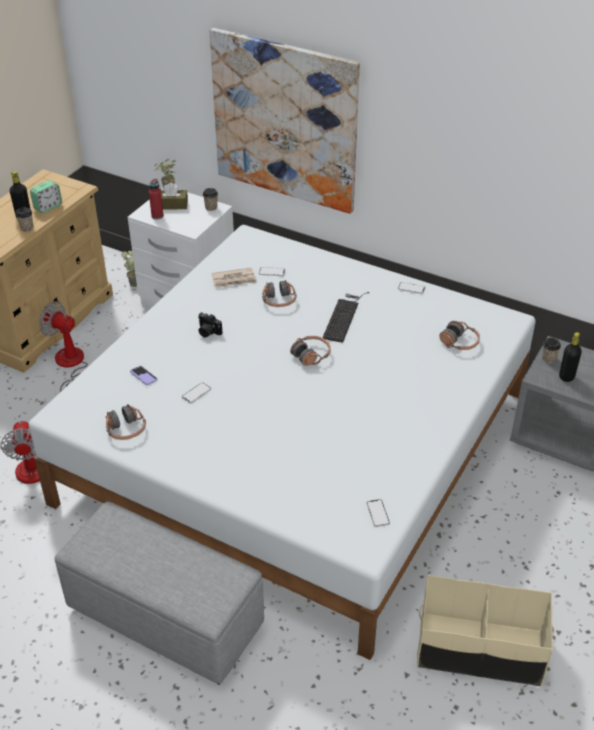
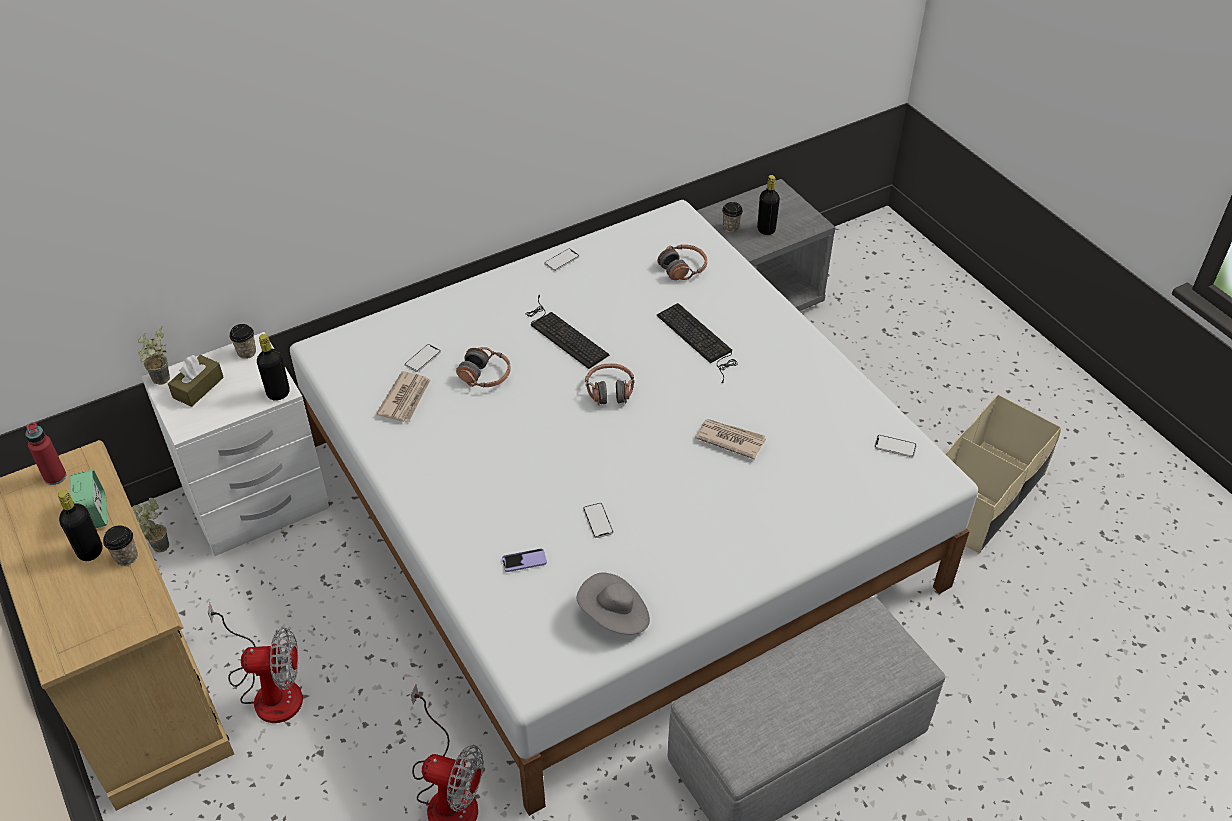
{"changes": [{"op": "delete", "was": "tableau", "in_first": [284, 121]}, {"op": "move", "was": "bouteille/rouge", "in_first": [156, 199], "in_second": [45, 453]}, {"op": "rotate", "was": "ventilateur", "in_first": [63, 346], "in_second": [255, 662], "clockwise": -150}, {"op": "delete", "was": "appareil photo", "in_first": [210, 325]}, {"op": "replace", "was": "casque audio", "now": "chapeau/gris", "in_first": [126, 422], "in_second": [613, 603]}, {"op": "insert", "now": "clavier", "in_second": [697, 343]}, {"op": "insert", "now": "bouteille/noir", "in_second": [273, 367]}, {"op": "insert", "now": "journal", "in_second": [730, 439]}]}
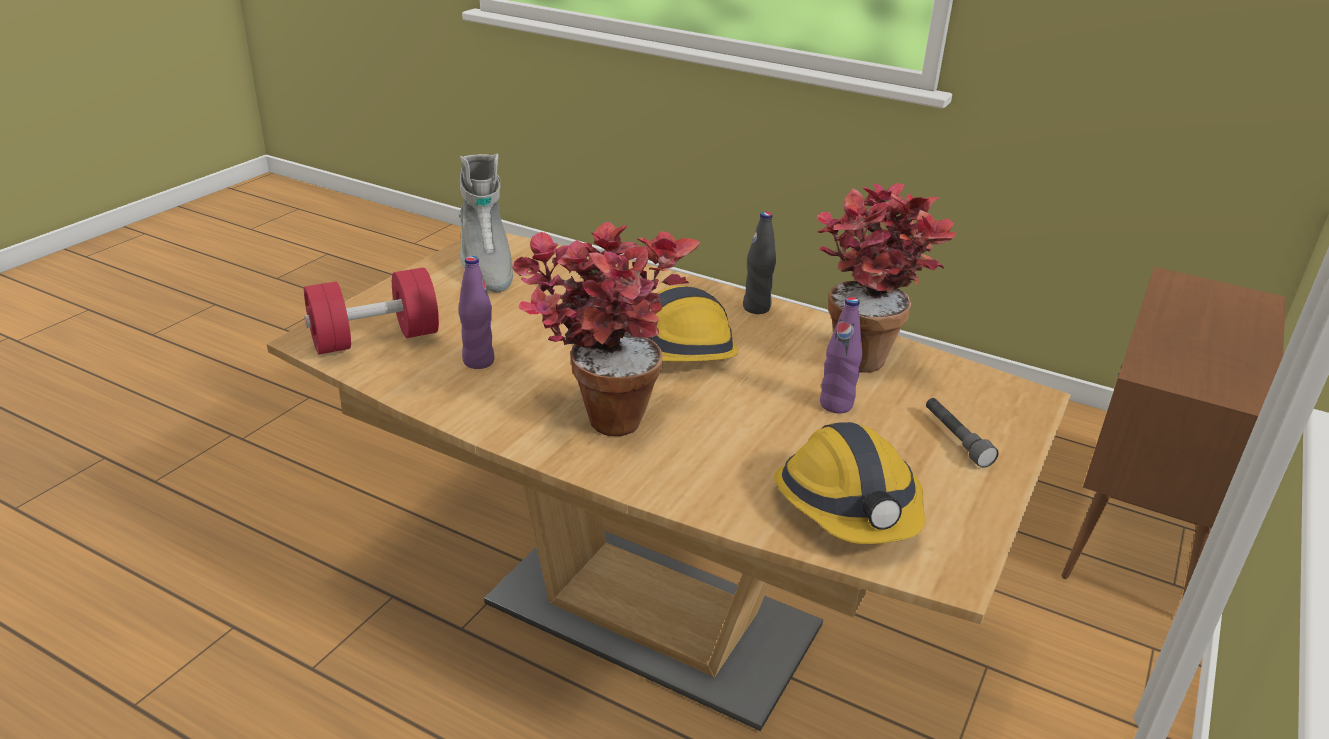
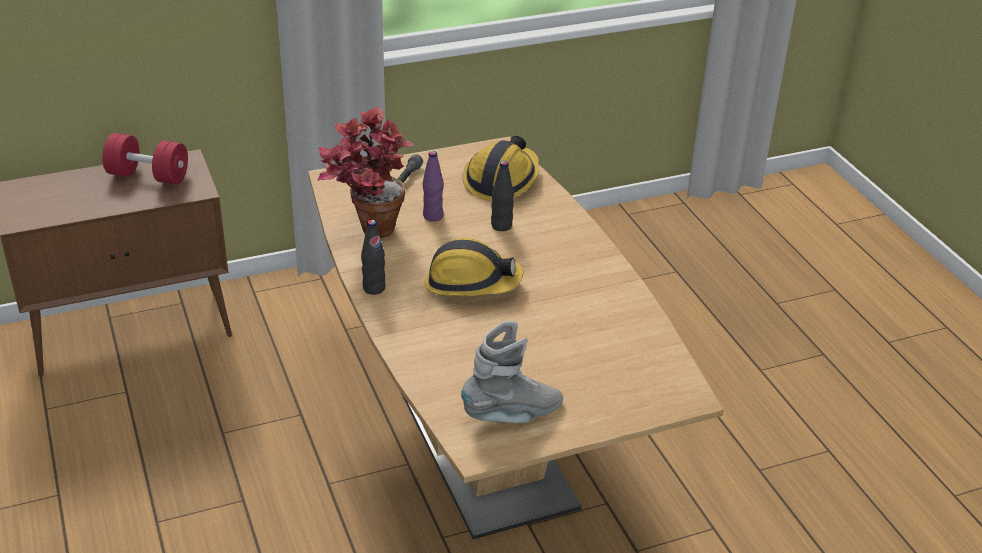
{"changes": [{"op": "rotate", "was": "botte/gris", "in_first": [486, 222], "in_second": [512, 372], "clockwise": 45}, {"op": "delete", "was": "plante en pot", "in_first": [606, 329]}, {"op": "delete", "was": "bouteille/violet", "in_first": [477, 312]}, {"op": "move", "was": "haltère/rouge", "in_first": [371, 311], "in_second": [145, 159]}, {"op": "insert", "now": "bouteille/noir", "in_second": [502, 196]}]}
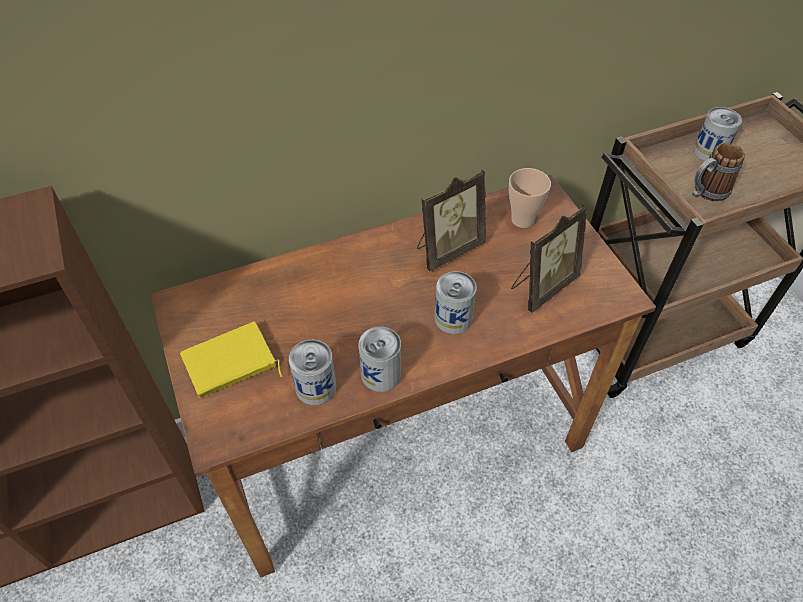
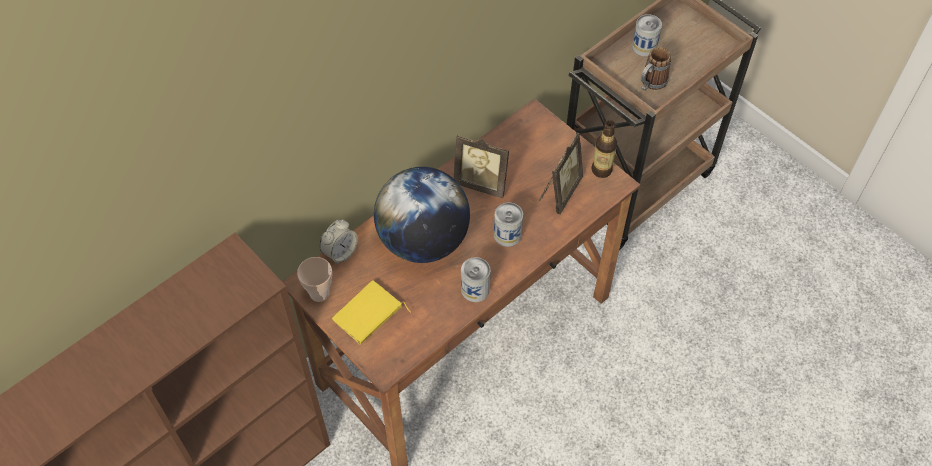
{"changes": [{"op": "move", "was": "tasse", "in_first": [530, 198], "in_second": [314, 279]}, {"op": "rotate", "was": "cadre photo", "in_first": [451, 220], "in_second": [481, 166], "clockwise": 75}, {"op": "delete", "was": "boîte métallique", "in_first": [312, 372]}, {"op": "insert", "now": "bouteille", "in_second": [604, 149]}, {"op": "insert", "now": "globe", "in_second": [422, 215]}, {"op": "insert", "now": "réveil", "in_second": [339, 242]}]}
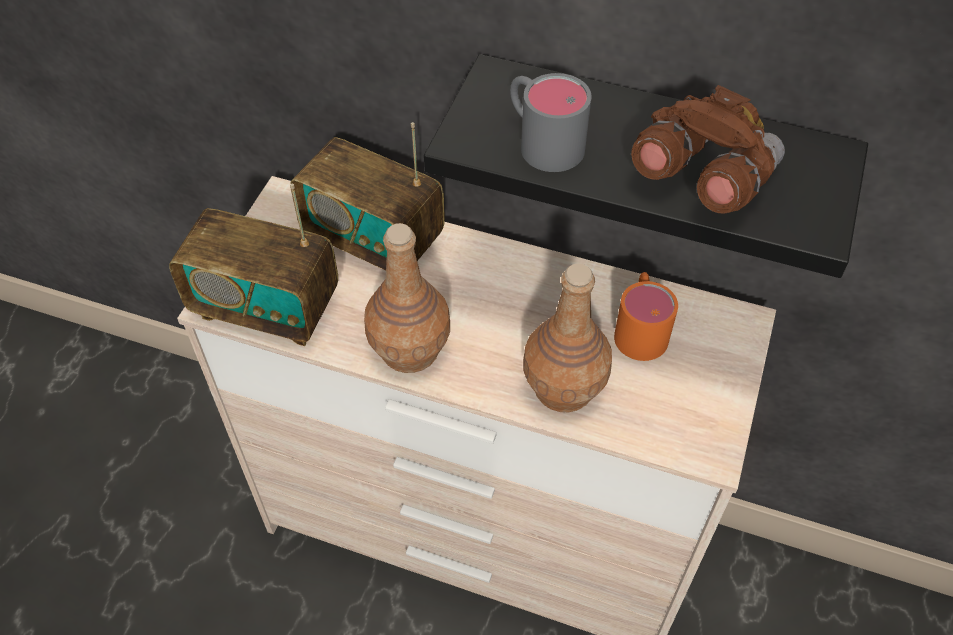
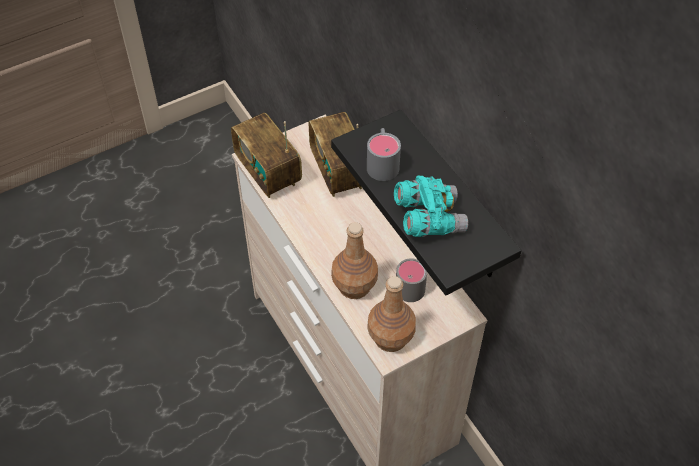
{"changes": [{"op": "recolor", "was": "jumelles/marron", "now": "jumelles/turquoise", "in_first": [708, 149], "in_second": [431, 206]}, {"op": "move", "was": "bouteille/marron", "in_first": [407, 298], "in_second": [391, 314]}, {"op": "recolor", "was": "mug/orange", "now": "mug/gris", "in_first": [646, 316], "in_second": [411, 280]}]}
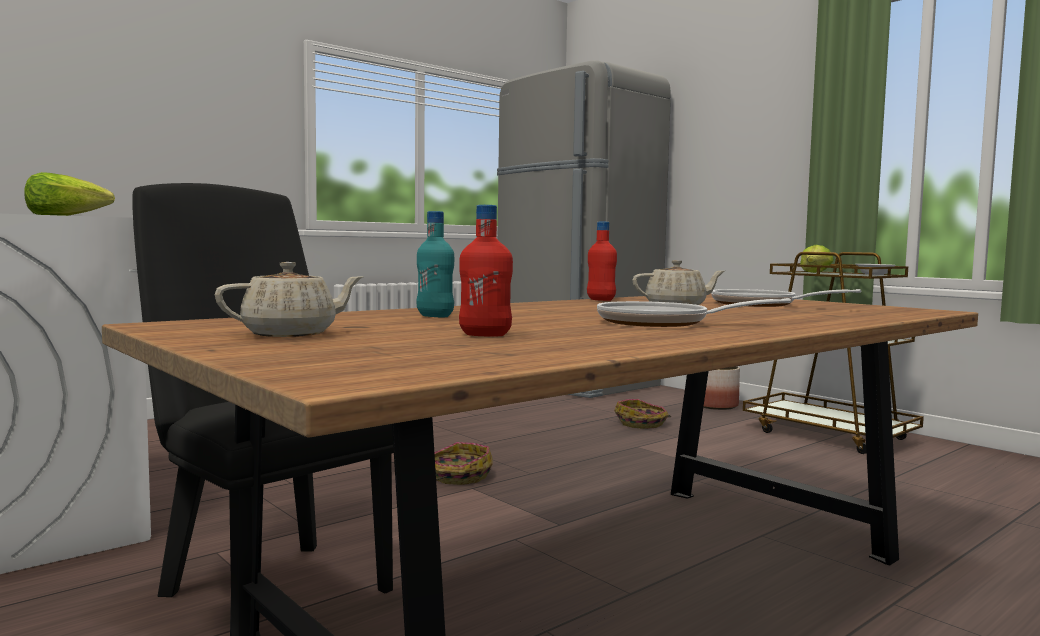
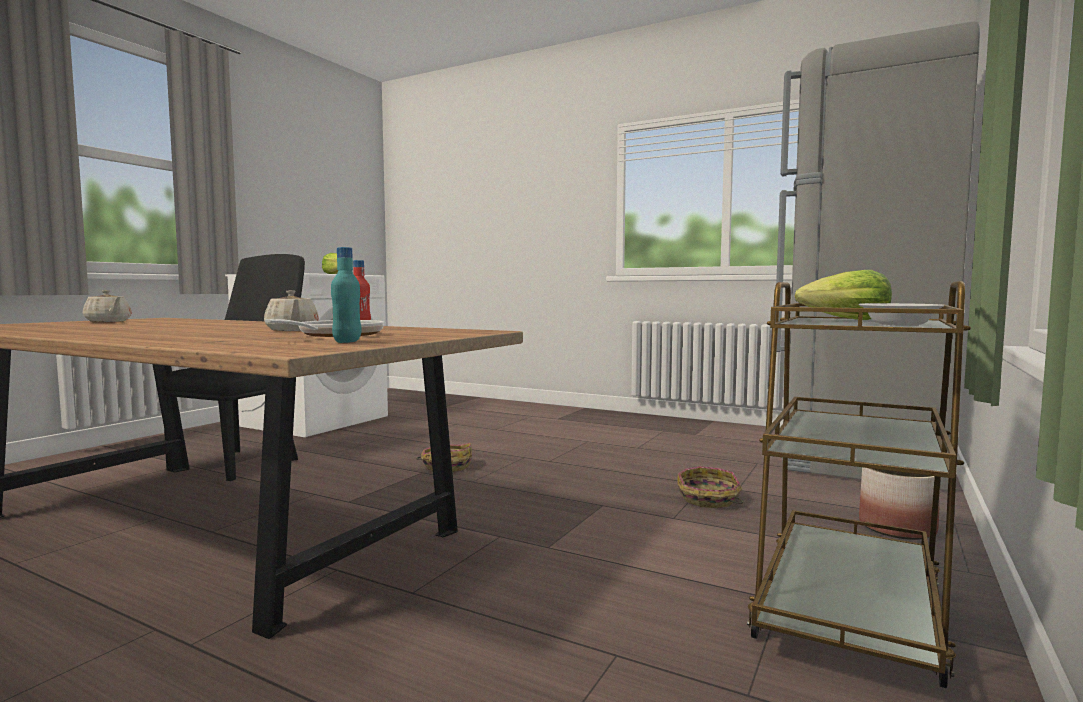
{"changes": [{"op": "delete", "was": "bouteille/rouge", "in_first": [486, 270]}, {"op": "move", "was": "bouteille/turquoise", "in_first": [435, 264], "in_second": [346, 295]}, {"op": "delete", "was": "poêle", "in_first": [694, 312]}]}
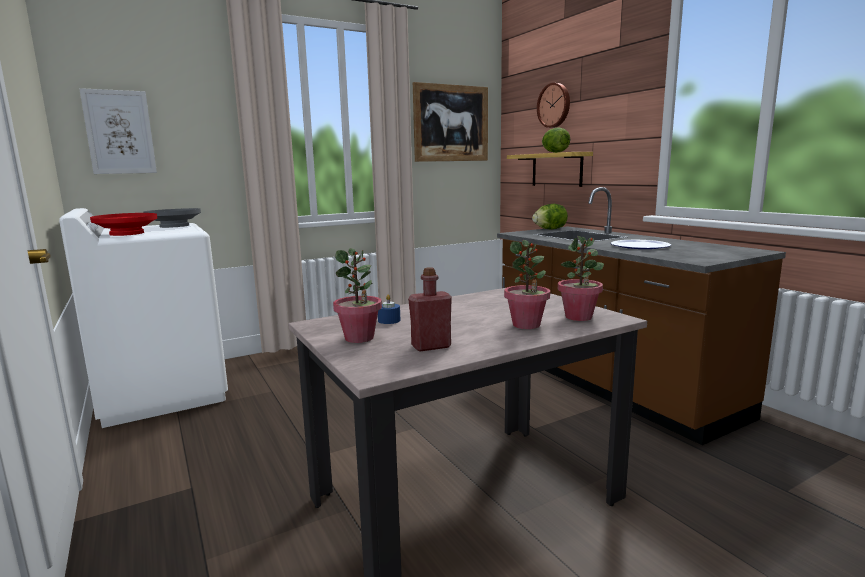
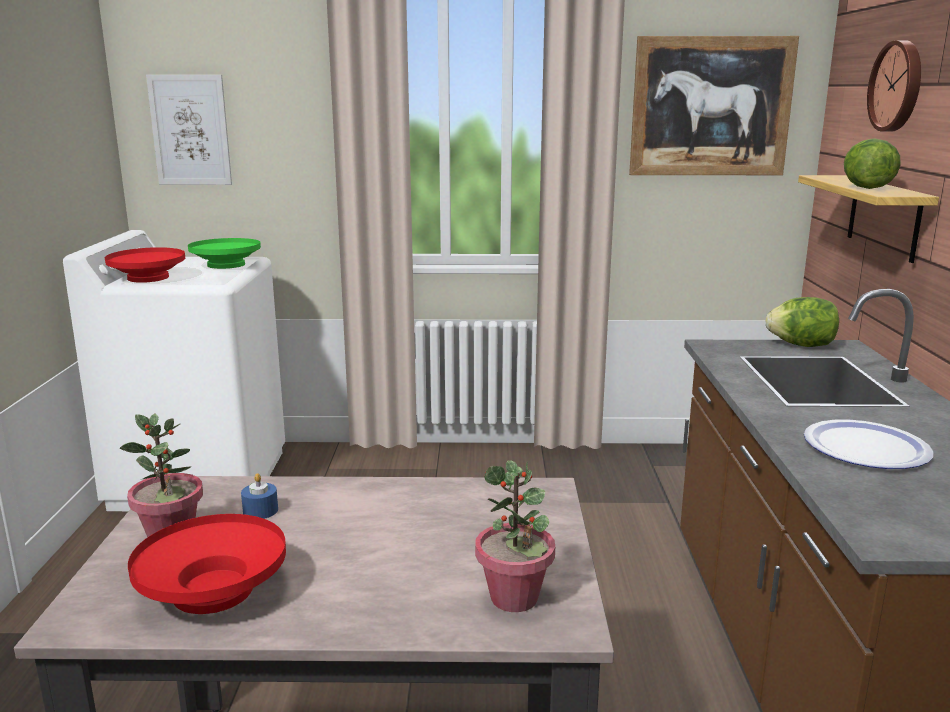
{"changes": [{"op": "recolor", "was": "bol/gris", "now": "bol/vert", "in_first": [172, 218], "in_second": [224, 253]}, {"op": "delete", "was": "plante en pot", "in_first": [527, 284]}, {"op": "replace", "was": "bouteille/rouge", "now": "bol/rouge", "in_first": [430, 309], "in_second": [207, 564]}]}
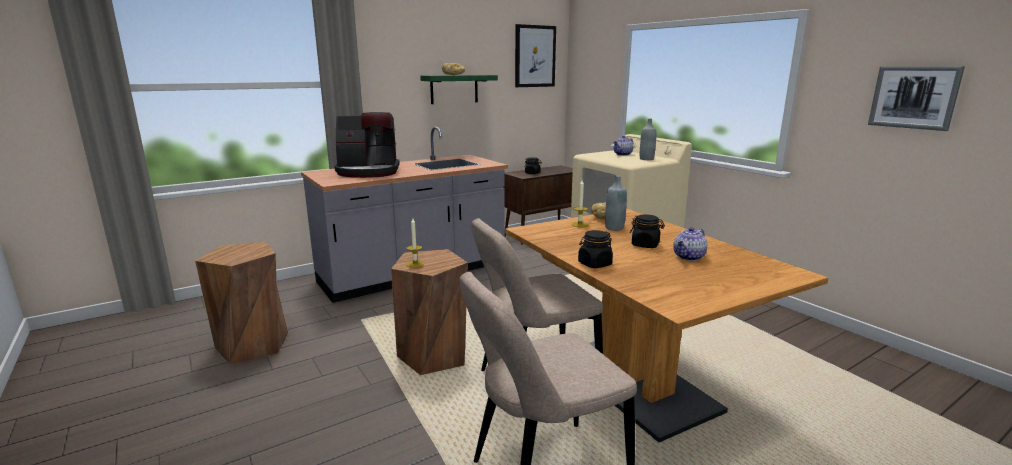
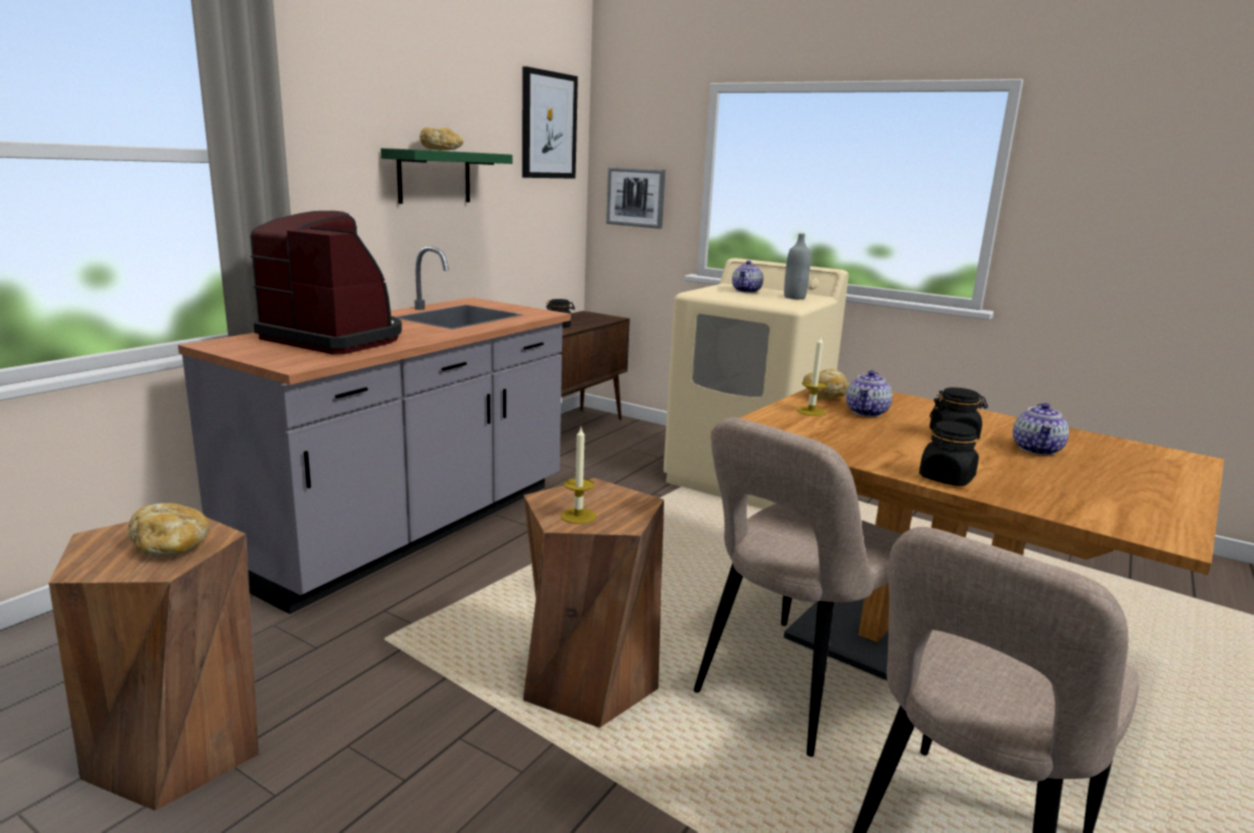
{"changes": [{"op": "move", "was": "tableau", "in_first": [916, 98], "in_second": [635, 198]}, {"op": "rotate", "was": "machine à café", "in_first": [367, 145], "in_second": [326, 282], "clockwise": -120}, {"op": "replace", "was": "bouteille/gris", "now": "théière", "in_first": [616, 203], "in_second": [869, 393]}, {"op": "insert", "now": "pain", "in_second": [169, 530]}]}
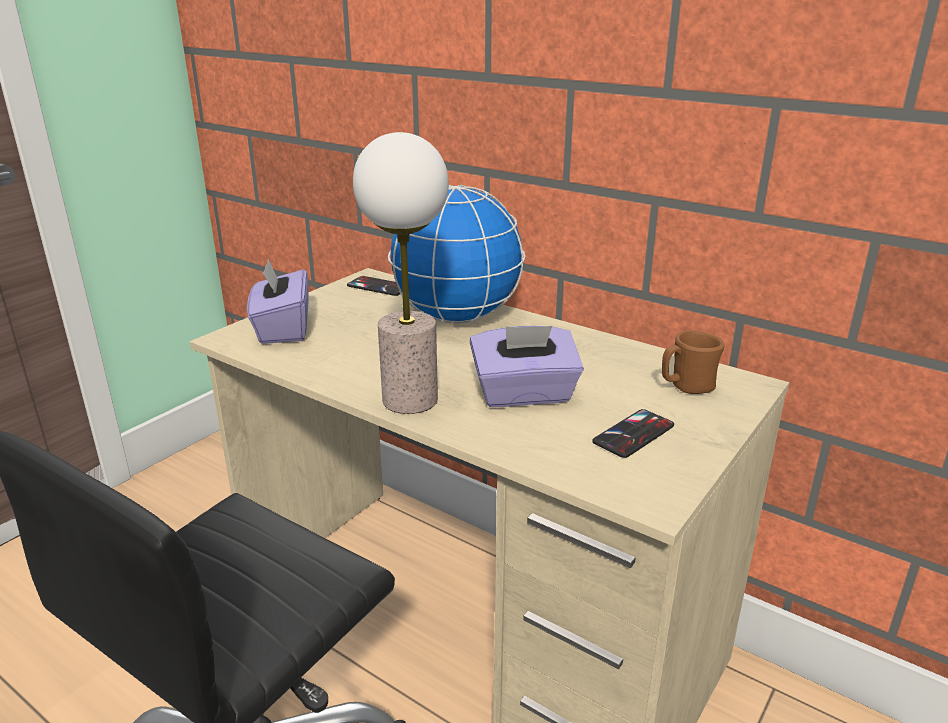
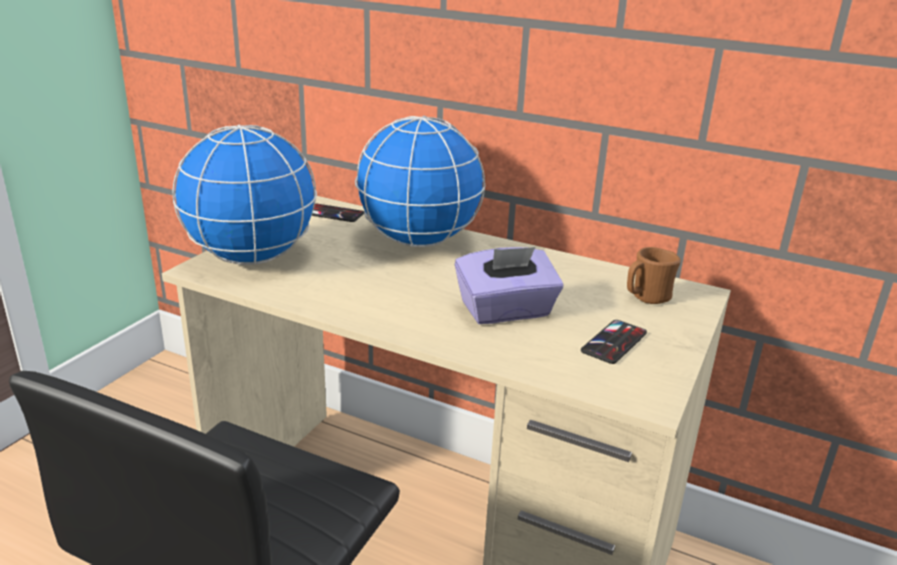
{"changes": [{"op": "delete", "was": "lampe de table", "in_first": [401, 273]}, {"op": "replace", "was": "boîte à mouchoirs/violet", "now": "globe", "in_first": [278, 301], "in_second": [244, 194]}]}
